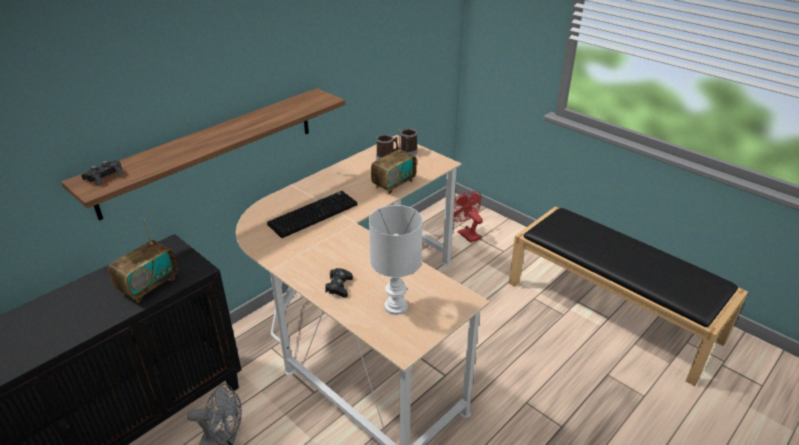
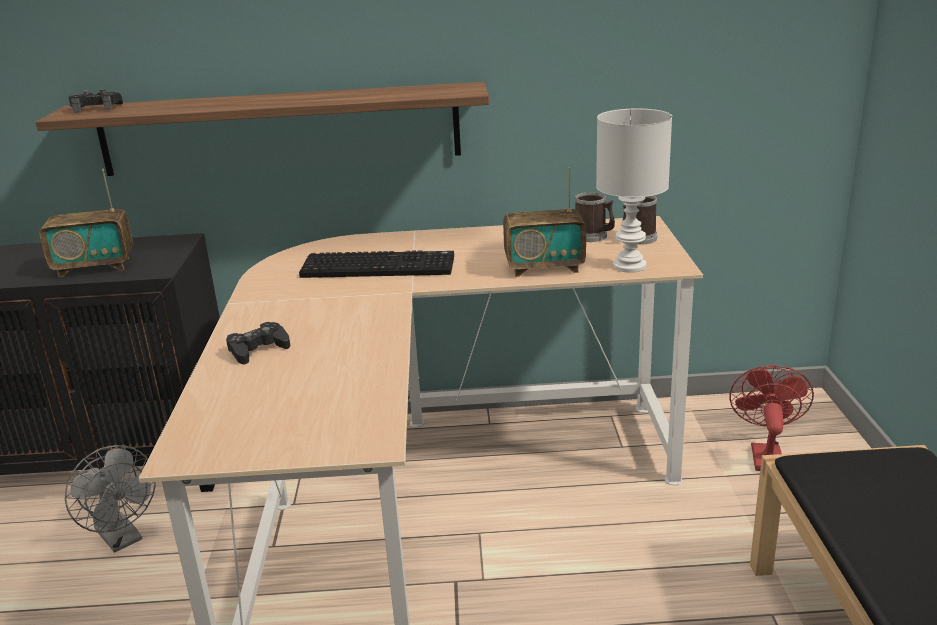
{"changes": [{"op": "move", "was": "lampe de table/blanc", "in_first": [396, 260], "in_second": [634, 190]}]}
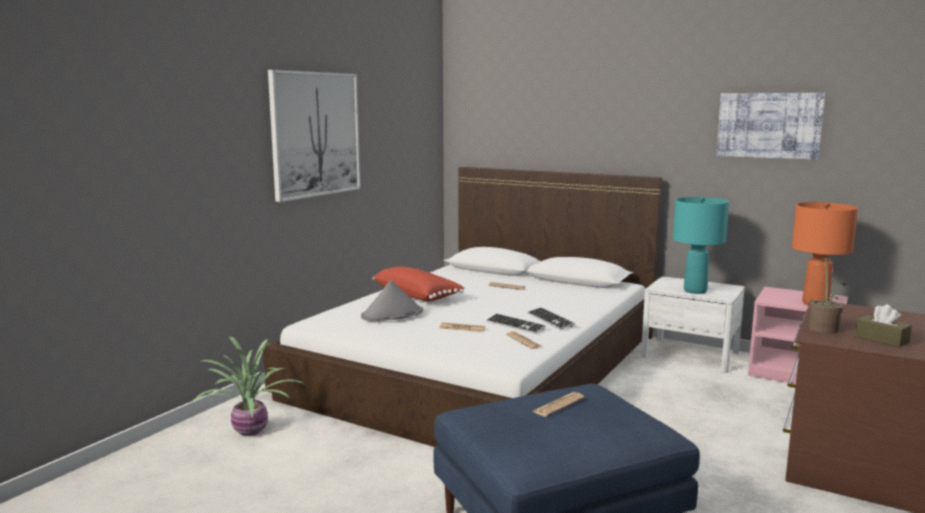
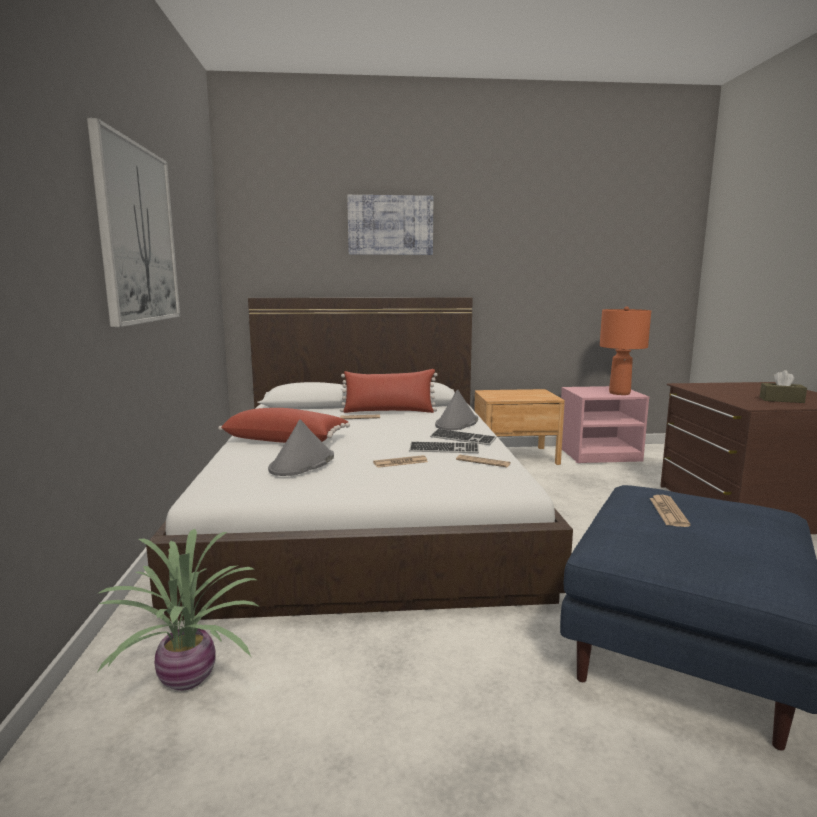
{"changes": [{"op": "move", "was": "tableau", "in_first": [770, 126], "in_second": [390, 225]}, {"op": "delete", "was": "lampe de table/turquoise", "in_first": [701, 245]}, {"op": "delete", "was": "plante en pot", "in_first": [827, 296]}, {"op": "recolor", "was": "table de chevet/blanc", "now": "table de chevet/marron", "in_first": [693, 324], "in_second": [519, 427]}, {"op": "insert", "now": "coussin/rouge", "in_second": [389, 391]}, {"op": "insert", "now": "chapeau/gris", "in_second": [456, 409]}]}
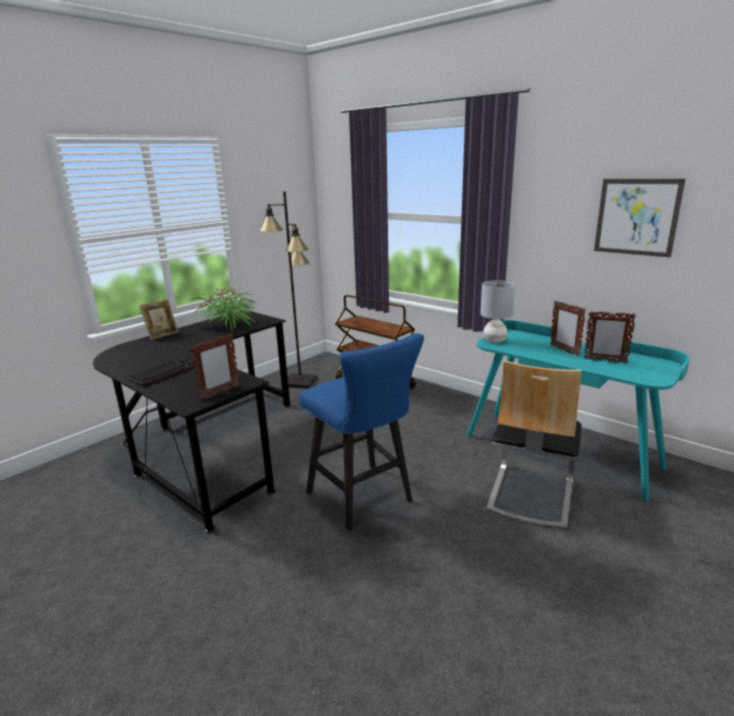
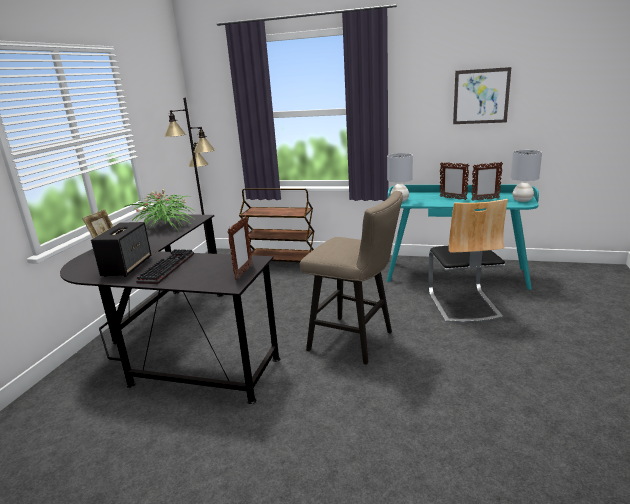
{"changes": [{"op": "recolor", "was": "tabouret/bleu", "now": "tabouret/beige", "in_first": [361, 432], "in_second": [351, 278]}, {"op": "insert", "now": "lampe de table/gris", "in_second": [526, 176]}, {"op": "insert", "now": "enceinte", "in_second": [121, 249]}]}
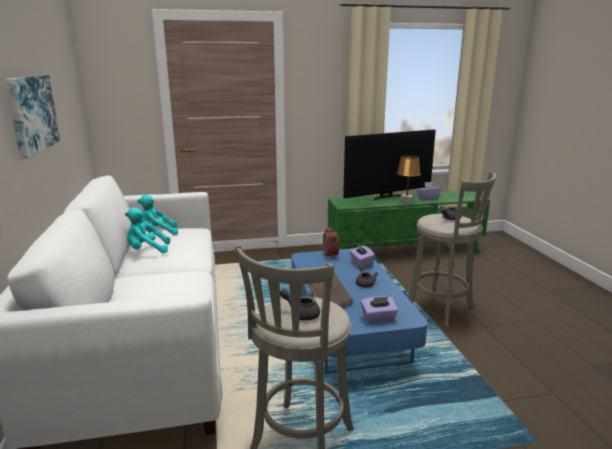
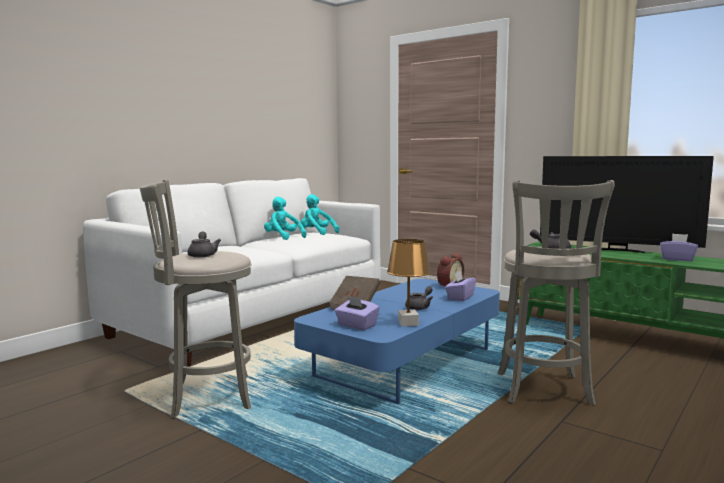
{"changes": [{"op": "delete", "was": "tableau", "in_first": [32, 117]}, {"op": "move", "was": "lampe de table/marron", "in_first": [409, 179], "in_second": [409, 283]}]}
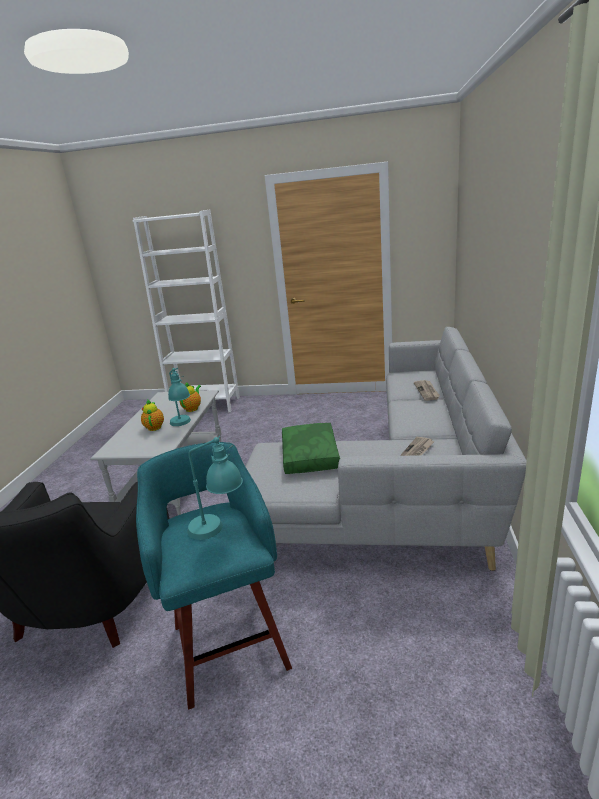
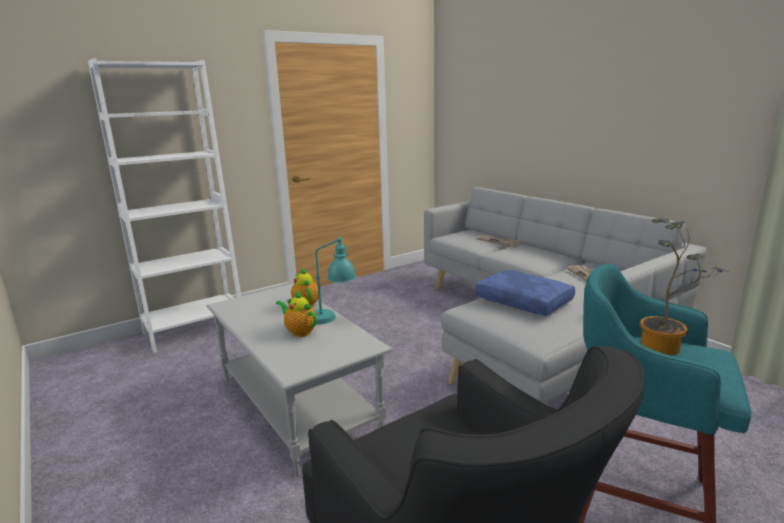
{"changes": [{"op": "recolor", "was": "coussin/vert", "now": "coussin/bleu", "in_first": [311, 448], "in_second": [525, 293]}, {"op": "replace", "was": "lampe de table/turquoise", "now": "plante en pot", "in_first": [215, 488], "in_second": [684, 287]}]}
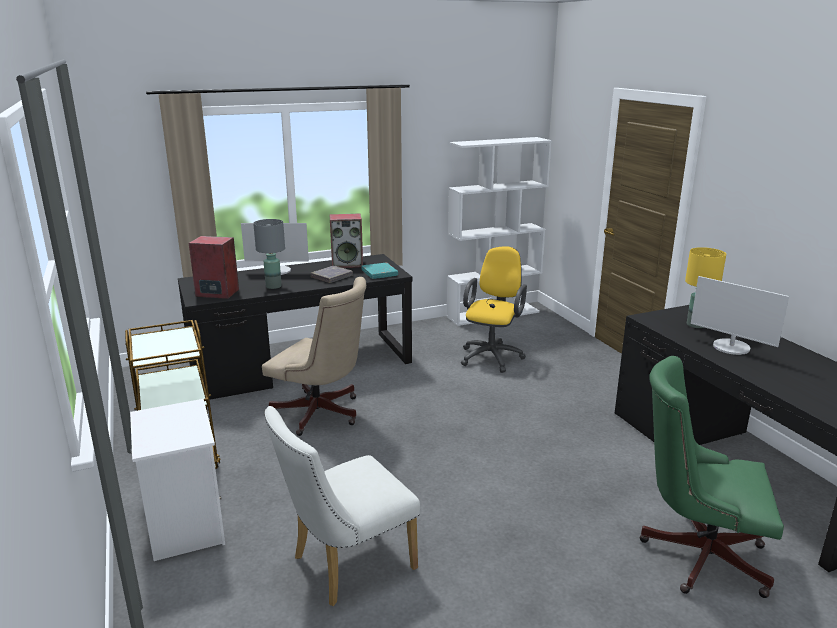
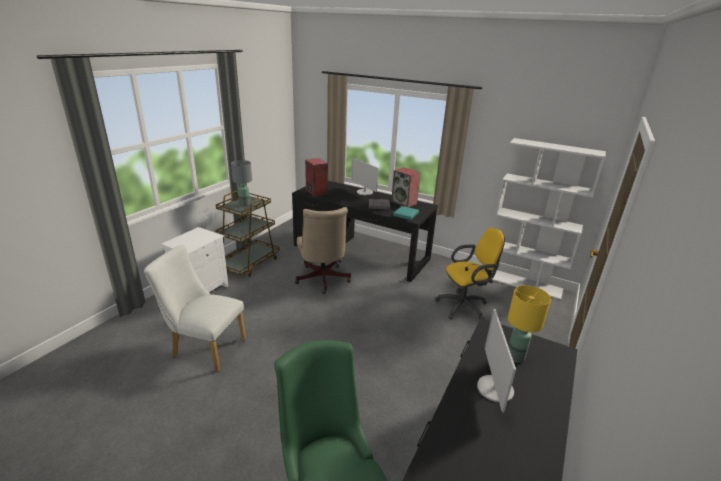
{"changes": [{"op": "move", "was": "lampe de table/gris", "in_first": [269, 254], "in_second": [241, 183]}]}
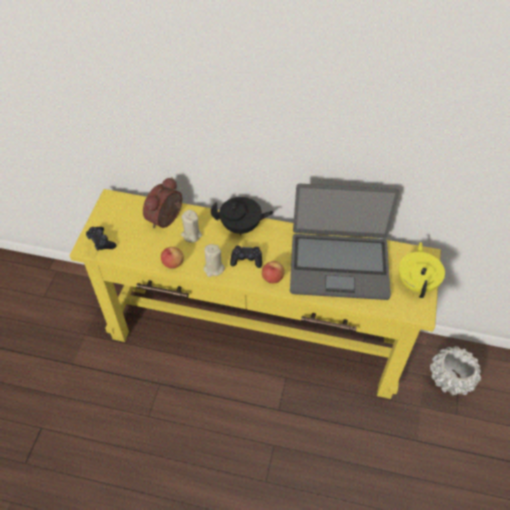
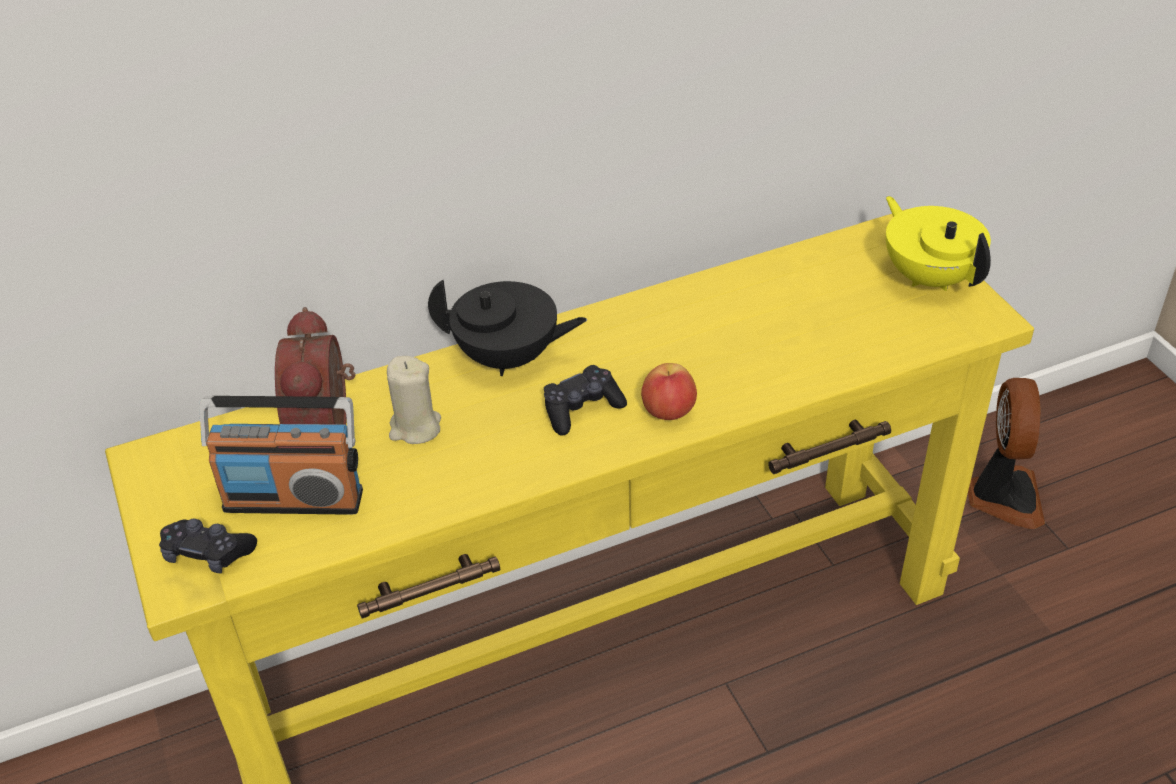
{"changes": [{"op": "delete", "was": "ordinateur portable", "in_first": [345, 242]}, {"op": "rotate", "was": "théière/noir", "in_first": [242, 216], "in_second": [507, 327], "clockwise": 45}, {"op": "delete", "was": "bougie/beige", "in_first": [214, 260]}, {"op": "delete", "was": "pomme", "in_first": [172, 258]}, {"op": "replace", "was": "cache-pot/blanc", "now": "ventilateur", "in_first": [455, 371], "in_second": [1006, 453]}, {"op": "insert", "now": "radio", "in_second": [281, 455]}]}
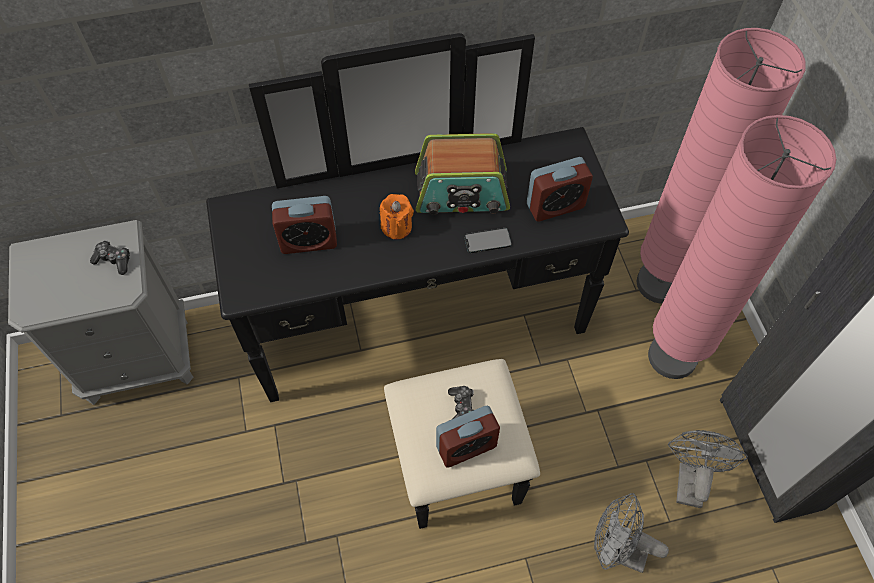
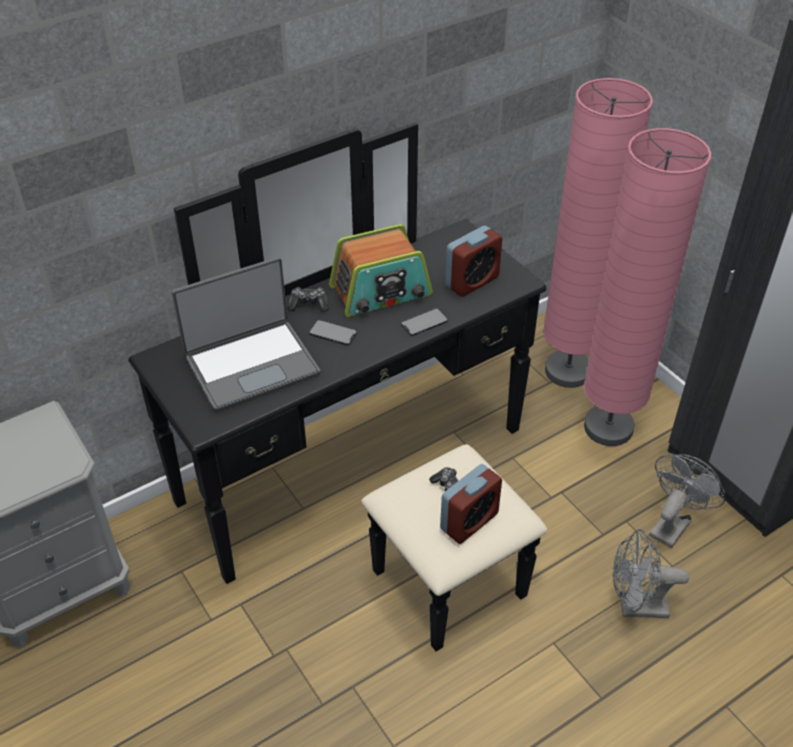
{"changes": [{"op": "replace", "was": "bougie/orange", "now": "téléphone", "in_first": [397, 216], "in_second": [333, 332]}, {"op": "replace", "was": "réveil", "now": "ordinateur portable", "in_first": [304, 225], "in_second": [246, 334]}, {"op": "move", "was": "manette", "in_first": [110, 257], "in_second": [307, 299]}, {"op": "rotate", "was": "ventilateur/gris", "in_first": [708, 469], "in_second": [687, 501], "clockwise": 45}]}
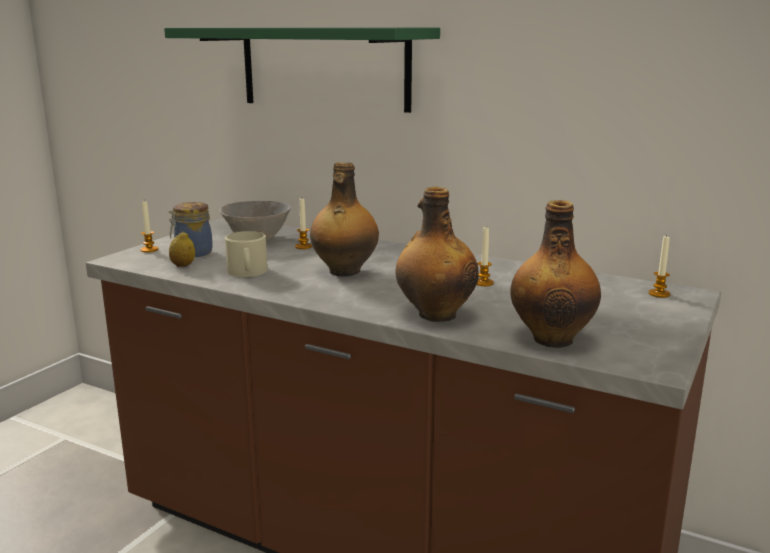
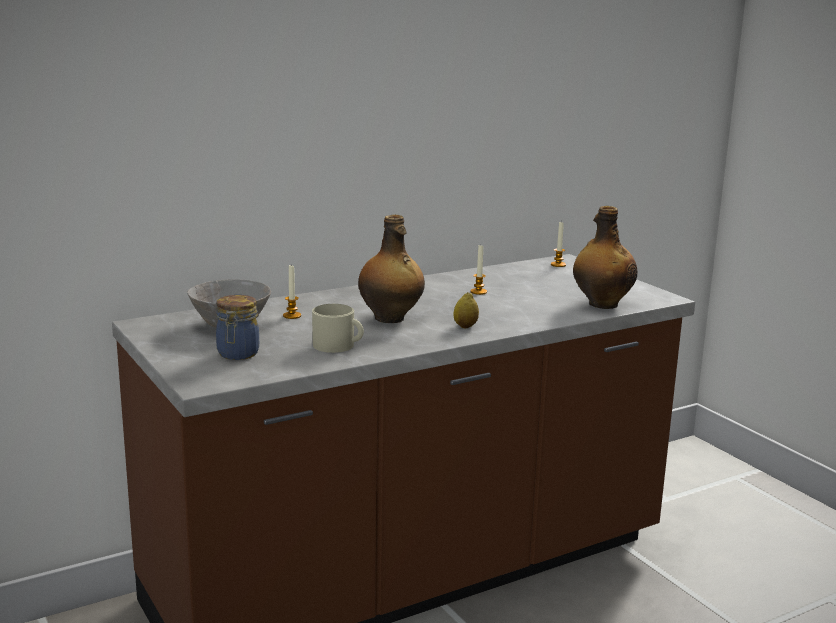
{"changes": [{"op": "delete", "was": "étagère/vert", "in_first": [302, 70]}, {"op": "delete", "was": "bouteille", "in_first": [437, 254]}, {"op": "delete", "was": "bougie", "in_first": [149, 226]}, {"op": "move", "was": "citron", "in_first": [182, 249], "in_second": [466, 310]}]}
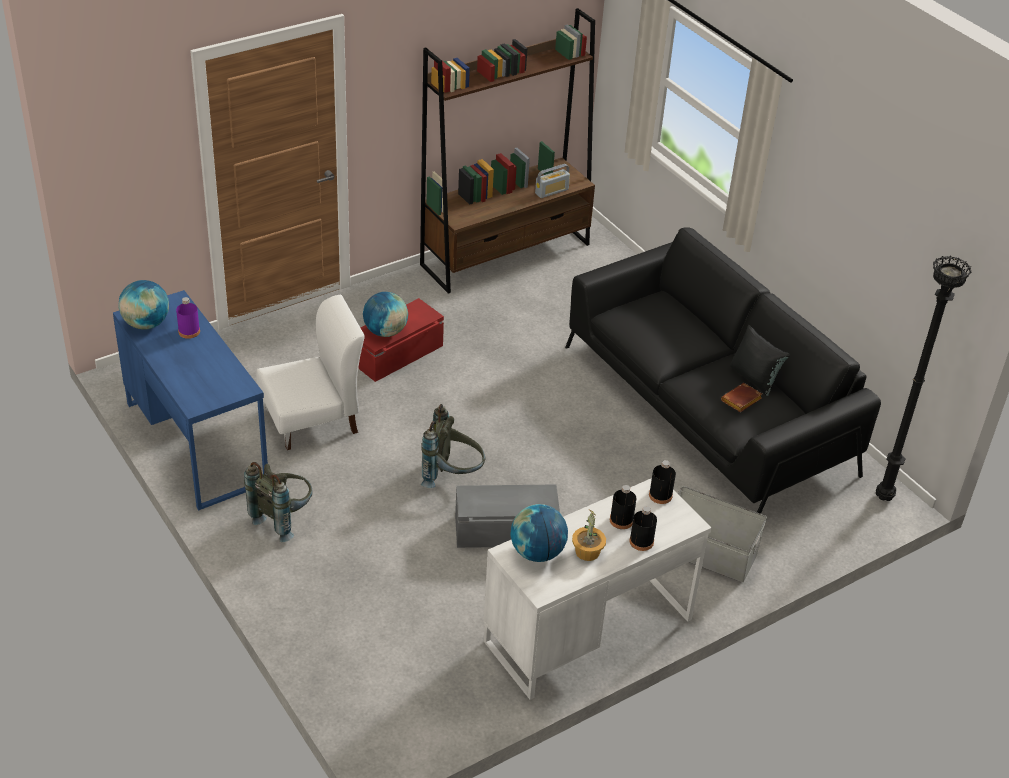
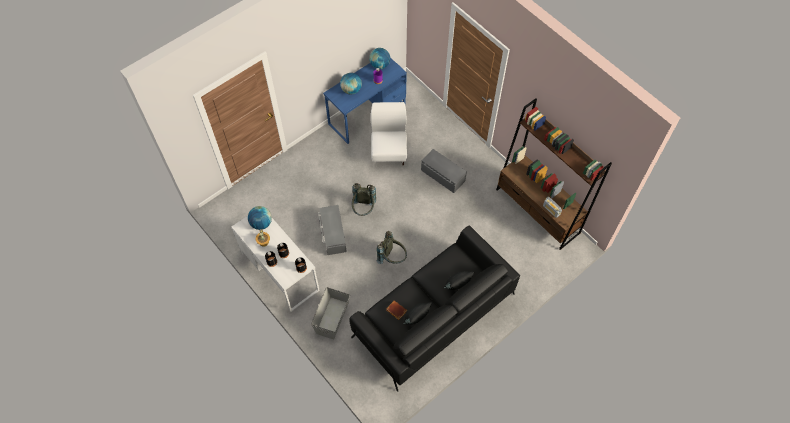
{"changes": [{"op": "delete", "was": "lampadaire/noir", "in_first": [923, 378]}, {"op": "move", "was": "globe", "in_first": [385, 314], "in_second": [351, 83]}, {"op": "rotate", "was": "chaise/blanc", "in_first": [311, 372], "in_second": [389, 134], "clockwise": -150}, {"op": "recolor", "was": "boîte de rangement/rouge", "now": "boîte de rangement/gris", "in_first": [401, 340], "in_second": [444, 171]}, {"op": "move", "was": "sac à dos/gris", "in_first": [278, 502], "in_second": [391, 247]}, {"op": "insert", "now": "coussin/noir", "in_second": [459, 280]}]}
